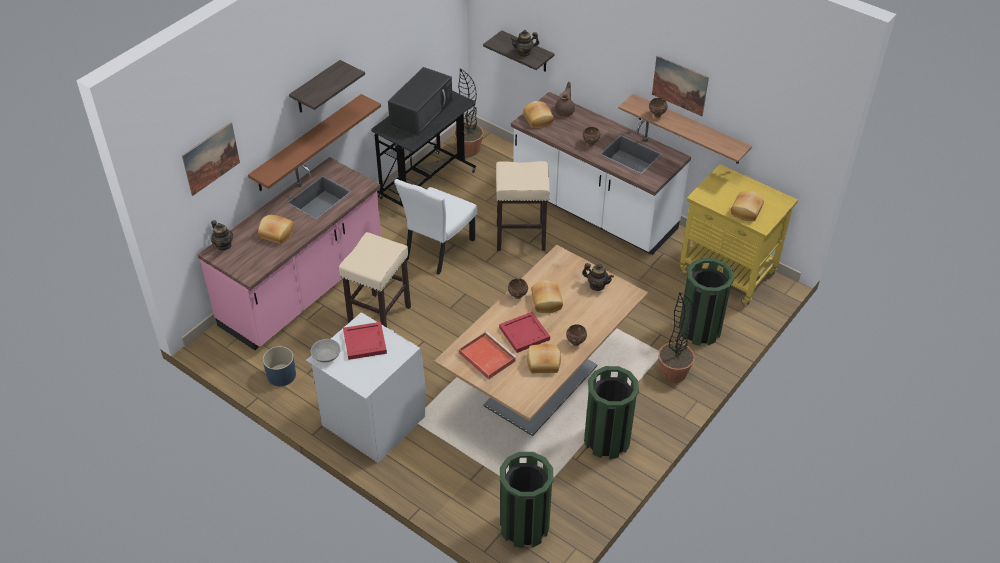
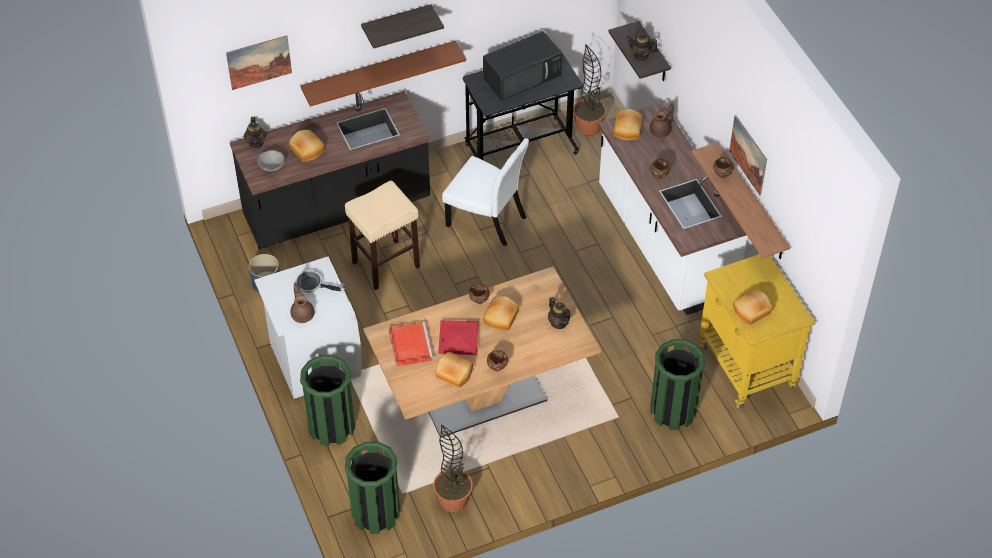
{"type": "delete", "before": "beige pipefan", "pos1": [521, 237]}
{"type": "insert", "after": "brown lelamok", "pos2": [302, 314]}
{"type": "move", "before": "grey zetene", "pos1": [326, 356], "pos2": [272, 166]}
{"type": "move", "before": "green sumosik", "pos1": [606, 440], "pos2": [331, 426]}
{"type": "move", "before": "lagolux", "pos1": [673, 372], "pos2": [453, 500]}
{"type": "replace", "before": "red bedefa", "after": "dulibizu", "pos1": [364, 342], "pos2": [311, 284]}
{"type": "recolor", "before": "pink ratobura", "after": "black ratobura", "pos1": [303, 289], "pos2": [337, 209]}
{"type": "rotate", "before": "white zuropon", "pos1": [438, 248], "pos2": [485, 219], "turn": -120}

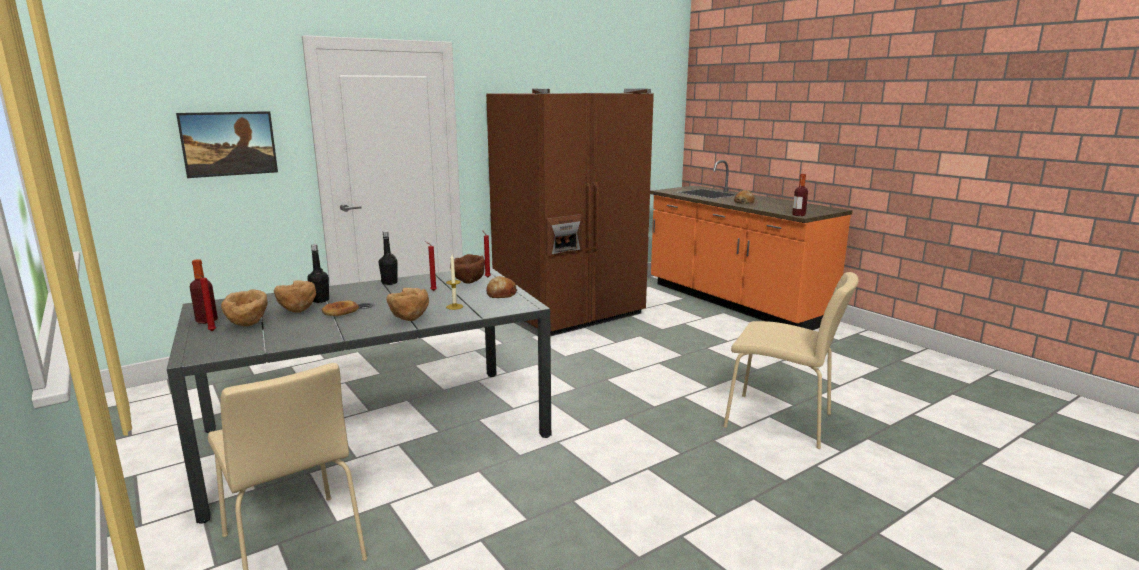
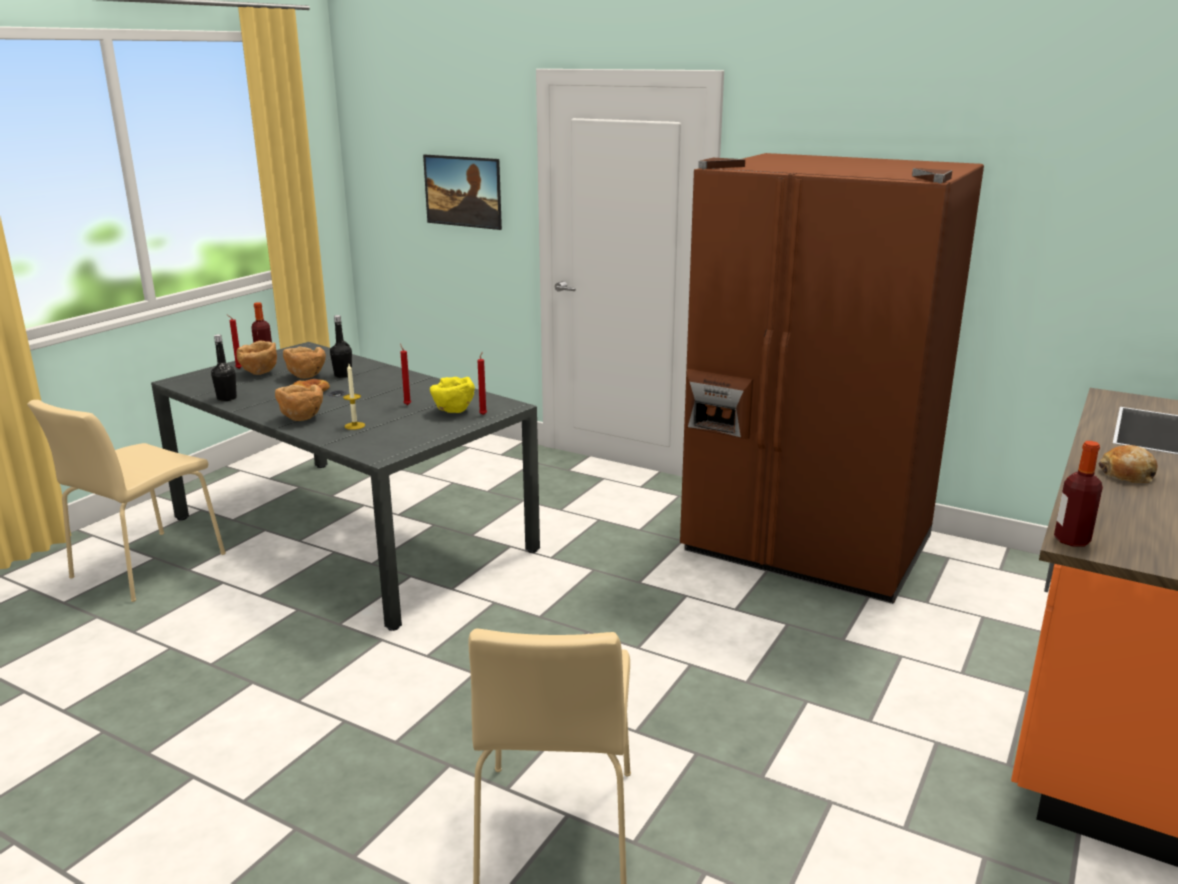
{"type": "delete", "before": "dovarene", "pos1": [501, 294]}
{"type": "move", "before": "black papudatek", "pos1": [389, 283], "pos2": [227, 398]}
{"type": "recolor", "before": "brown zetene", "after": "yellow zetene", "pos1": [469, 282], "pos2": [453, 411]}

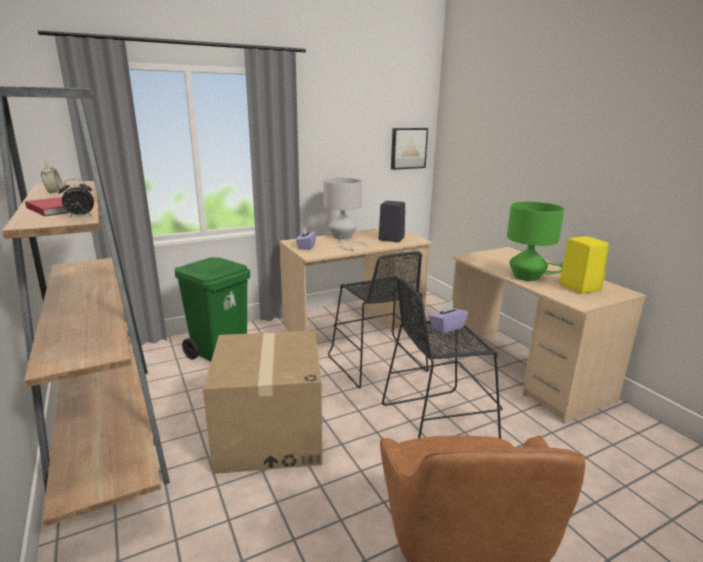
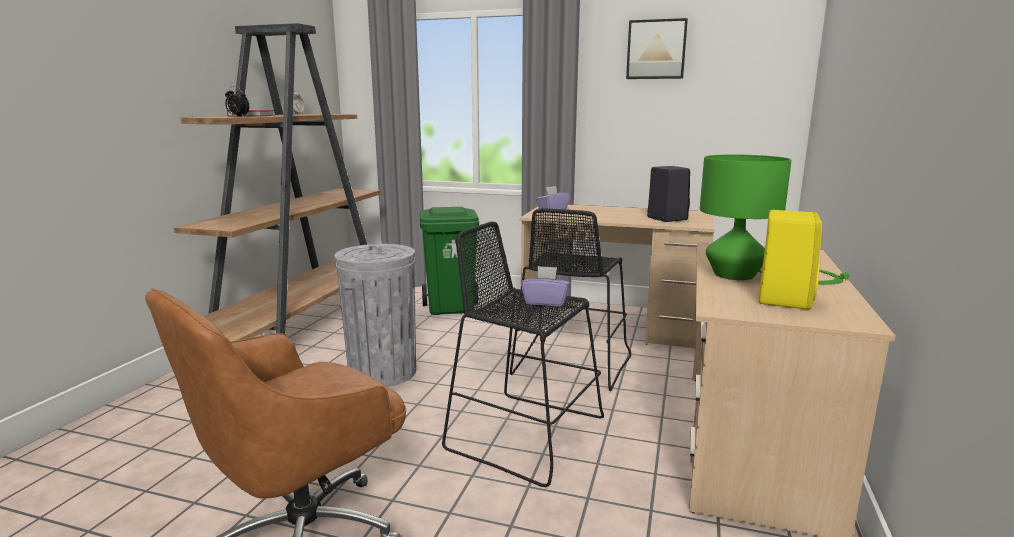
{"type": "delete", "before": "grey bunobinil", "pos1": [346, 240]}
{"type": "move", "before": "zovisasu", "pos1": [408, 148], "pos2": [656, 49]}
{"type": "replace", "before": "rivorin", "after": "grey sumosik", "pos1": [269, 433], "pos2": [382, 372]}

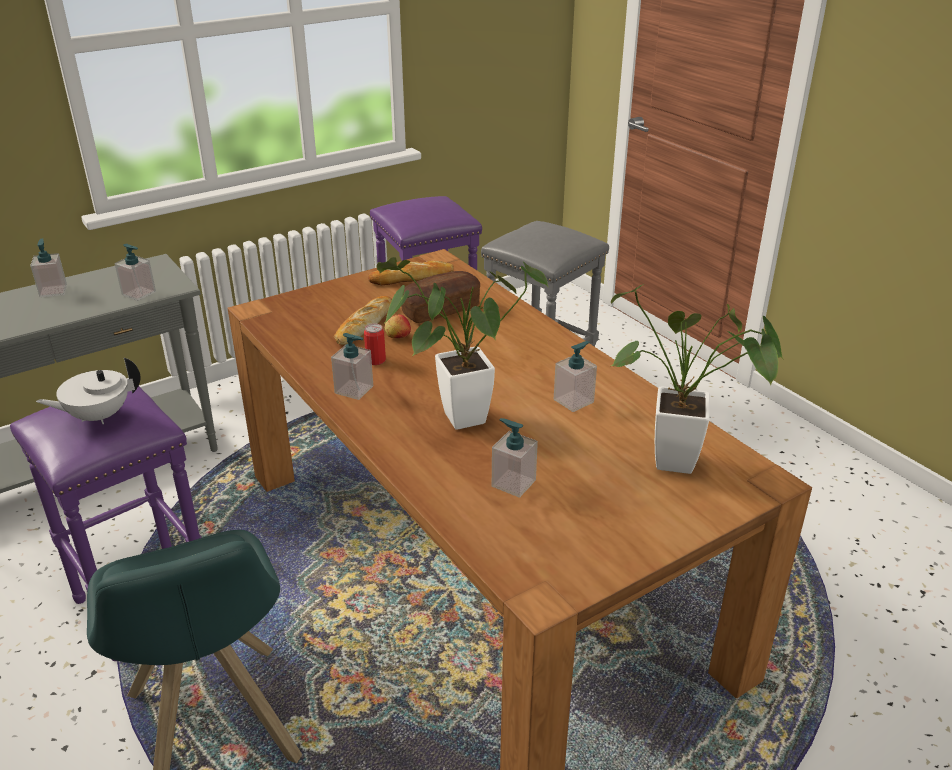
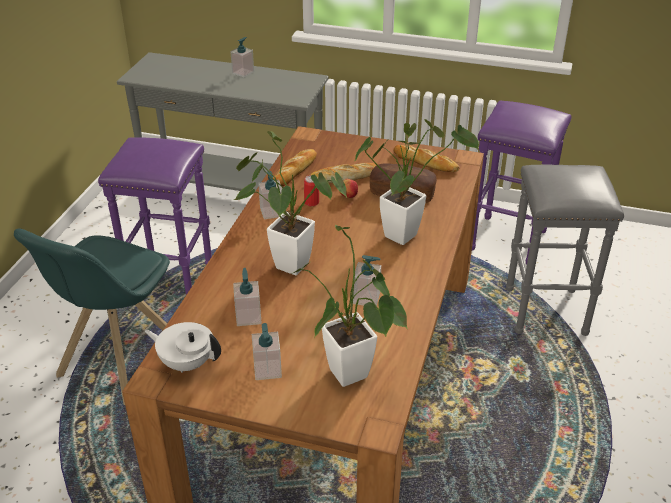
{"type": "insert", "after": "dovarene", "pos2": [295, 171]}
{"type": "insert", "after": "lagolux", "pos2": [405, 233]}
{"type": "move", "before": "white lelamok", "pos1": [98, 416], "pos2": [187, 362]}
{"type": "move", "before": "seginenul", "pos1": [139, 293], "pos2": [267, 370]}

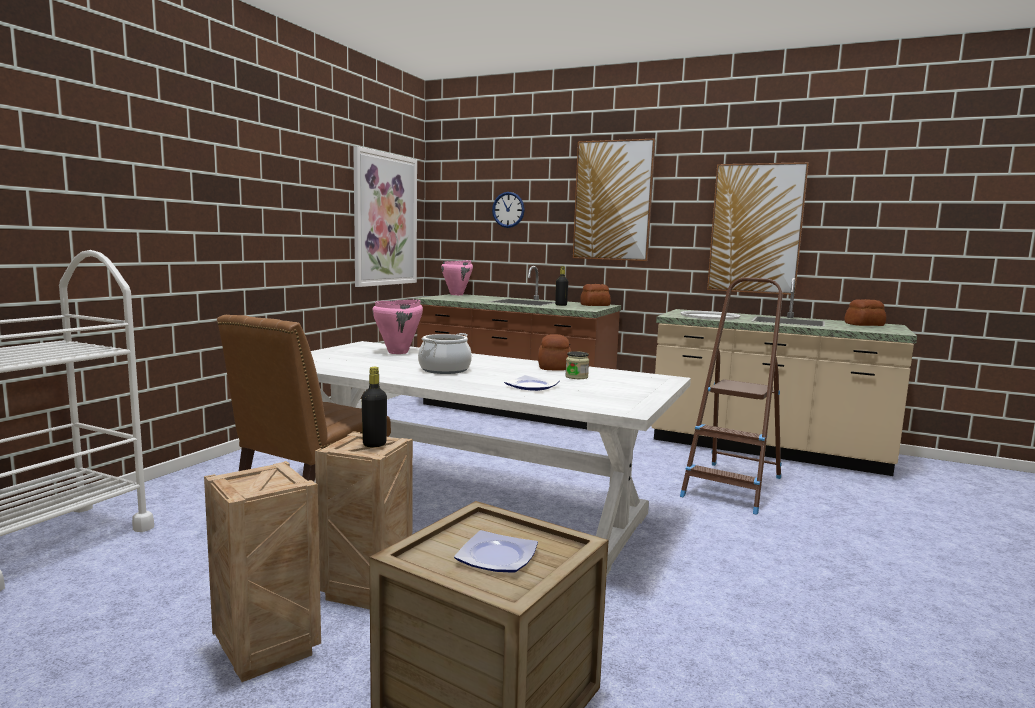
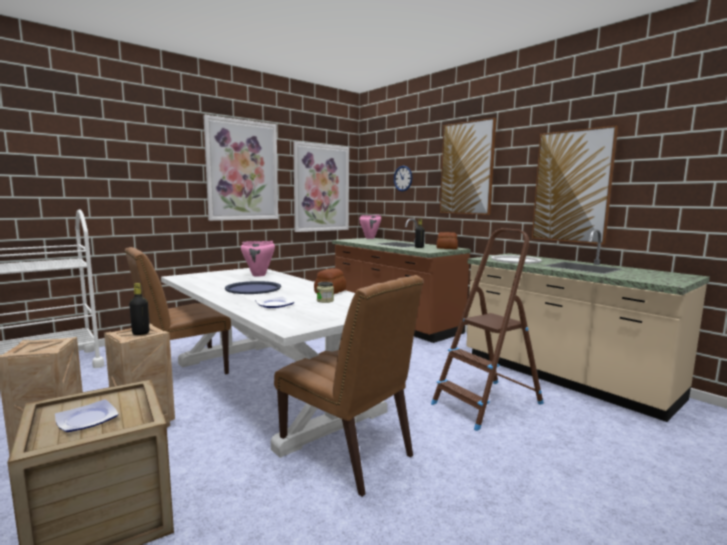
{"type": "delete", "before": "dovarene", "pos1": [865, 325]}
{"type": "insert", "after": "zovisasu", "pos2": [242, 170]}
{"type": "insert", "after": "brown zuropon", "pos2": [345, 453]}
{"type": "replace", "before": "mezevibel", "after": "blue bedefa", "pos1": [445, 370], "pos2": [253, 288]}

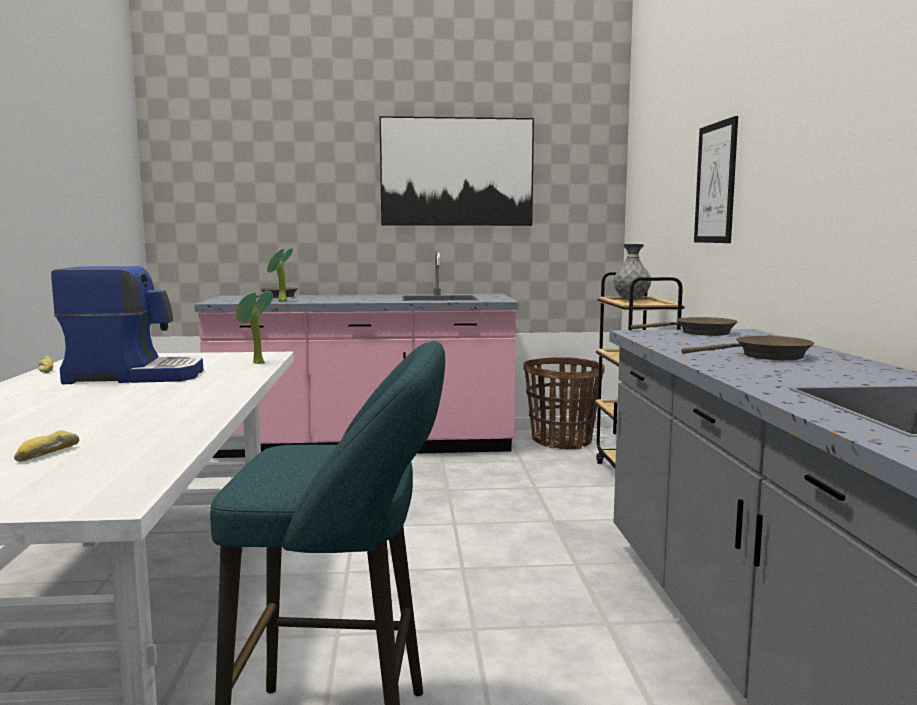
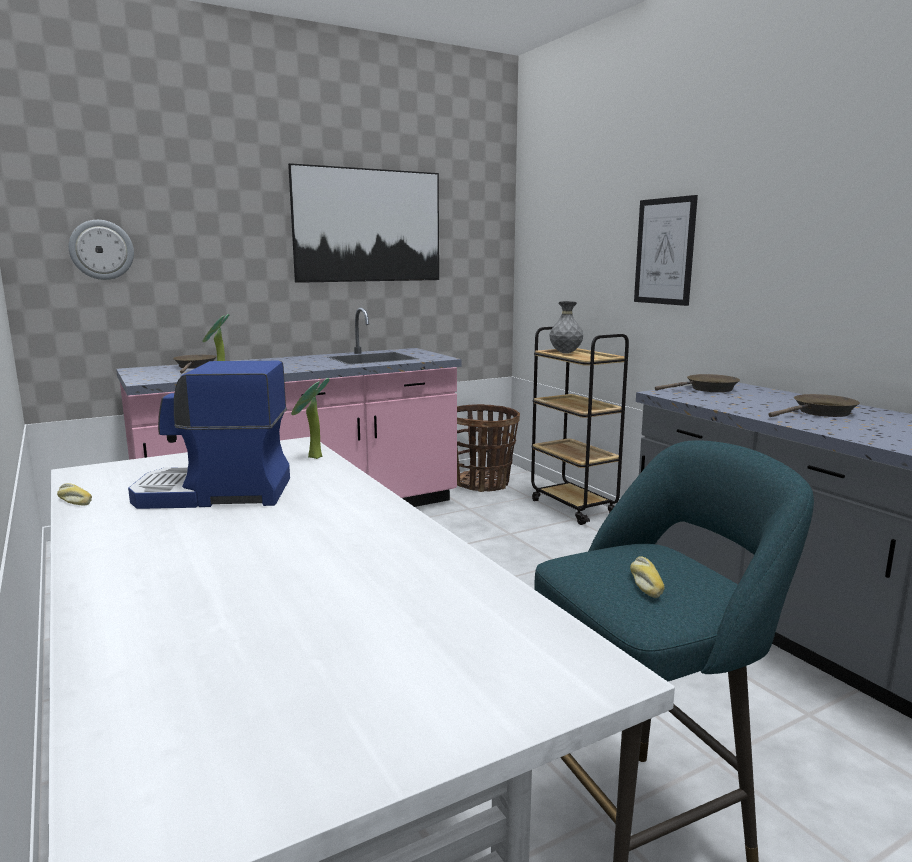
{"type": "insert", "after": "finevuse", "pos2": [101, 250]}
{"type": "move", "before": "dovarene", "pos1": [47, 453], "pos2": [644, 583]}
{"type": "rotate", "before": "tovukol", "pos1": [135, 376], "pos2": [214, 494], "turn": -150}

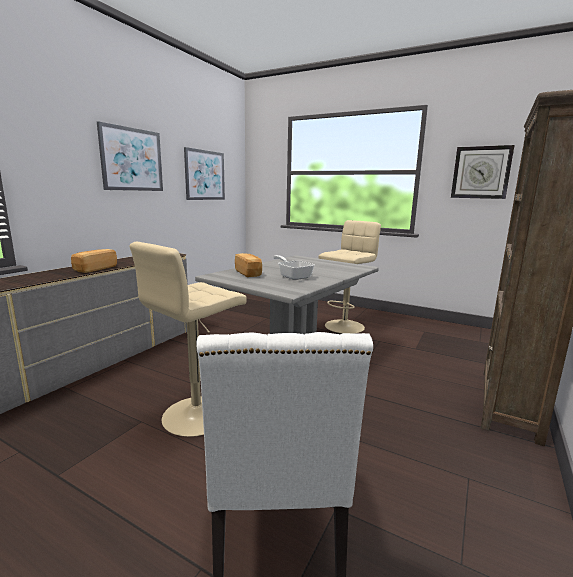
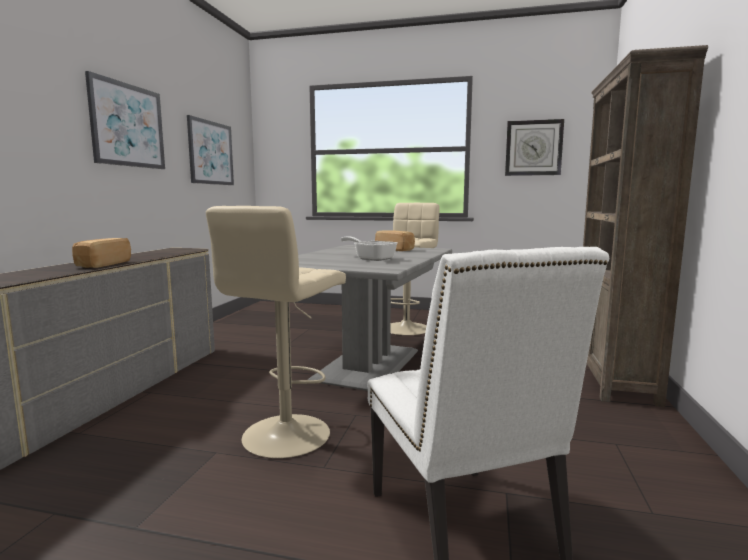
{"type": "move", "before": "dovarene", "pos1": [248, 273], "pos2": [395, 249]}

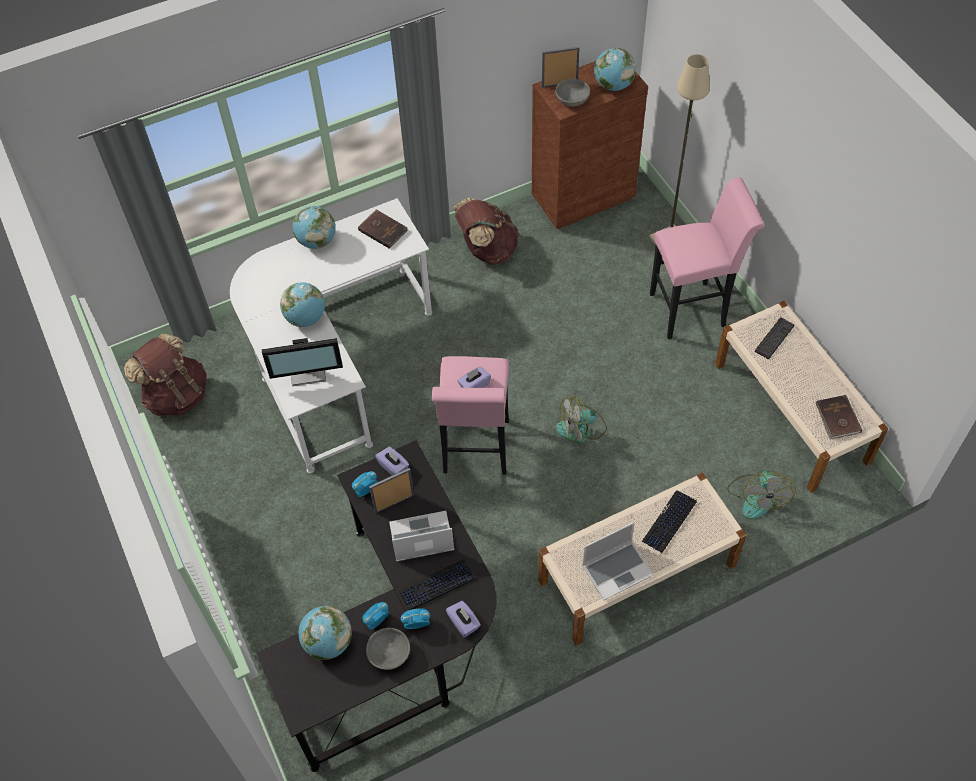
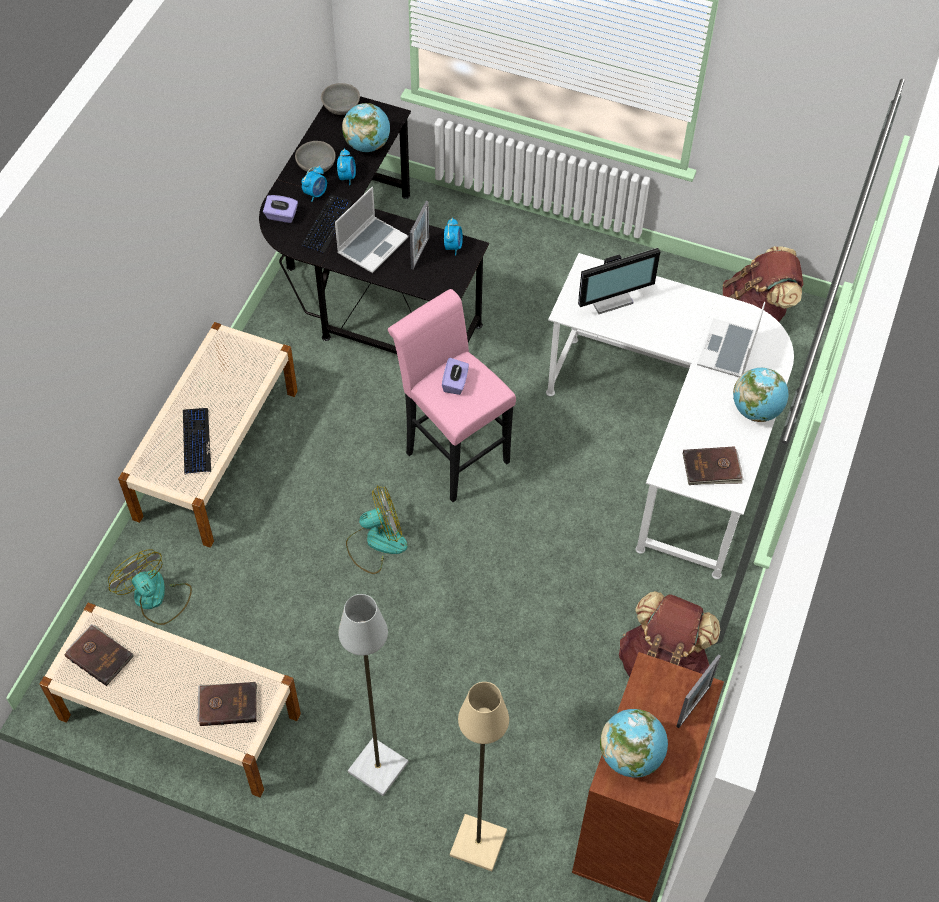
{"type": "delete", "before": "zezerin", "pos1": [306, 318]}
{"type": "delete", "before": "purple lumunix", "pos1": [393, 467]}
{"type": "move", "before": "grey zetene", "pos1": [572, 100], "pos2": [341, 108]}
{"type": "move", "before": "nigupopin", "pos1": [617, 570], "pos2": [728, 351]}
{"type": "replace", "before": "pink pipefan", "after": "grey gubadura", "pos1": [693, 309], "pos2": [377, 768]}
{"type": "replace", "before": "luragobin", "after": "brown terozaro", "pos1": [774, 338], "pos2": [227, 704]}
{"type": "rotate", "before": "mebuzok", "pos1": [308, 371], "pos2": [609, 296], "turn": -150}
{"type": "rotate", "before": "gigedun", "pos1": [581, 429], "pos2": [376, 543], "turn": 45}

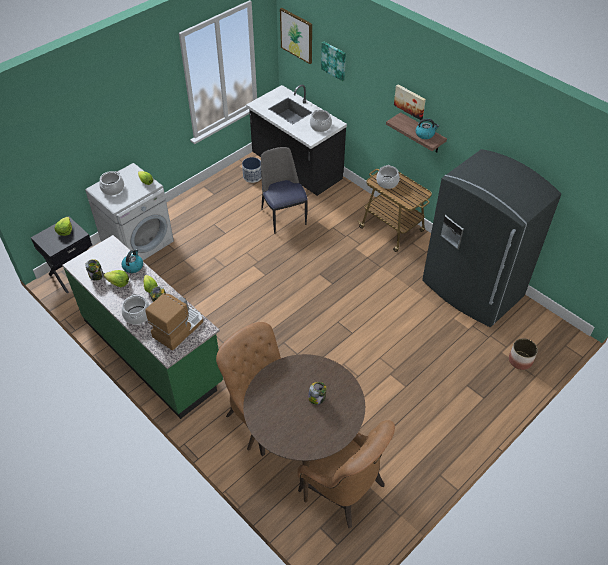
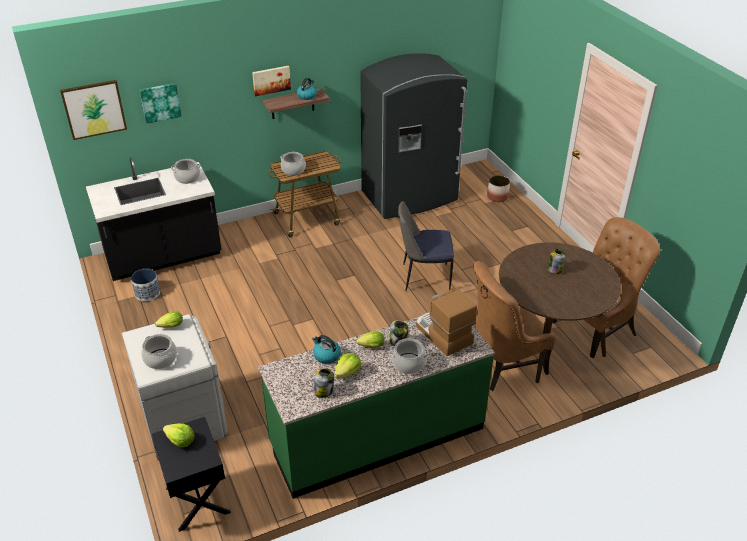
{"type": "move", "before": "zuropon", "pos1": [283, 216], "pos2": [424, 277]}

